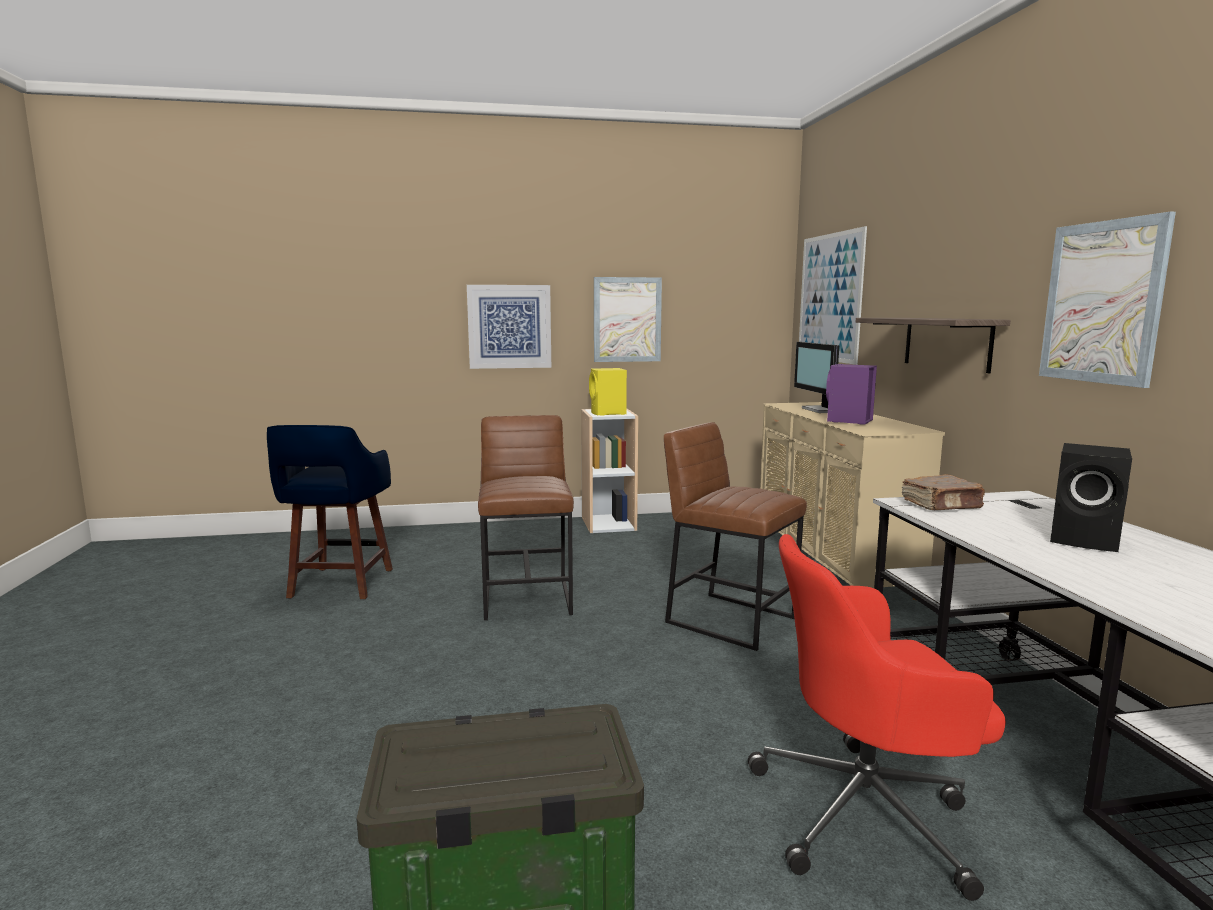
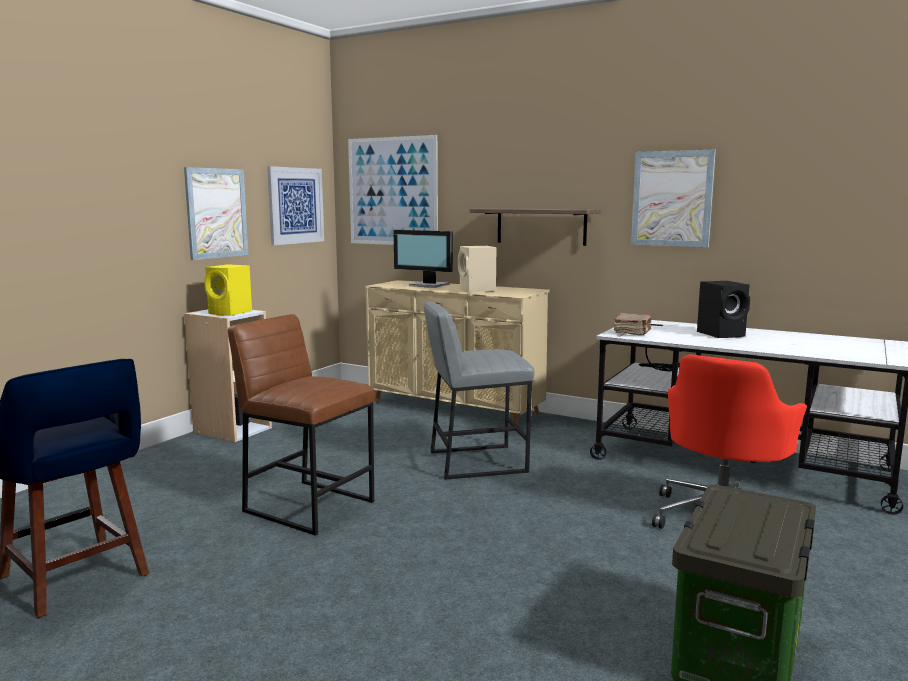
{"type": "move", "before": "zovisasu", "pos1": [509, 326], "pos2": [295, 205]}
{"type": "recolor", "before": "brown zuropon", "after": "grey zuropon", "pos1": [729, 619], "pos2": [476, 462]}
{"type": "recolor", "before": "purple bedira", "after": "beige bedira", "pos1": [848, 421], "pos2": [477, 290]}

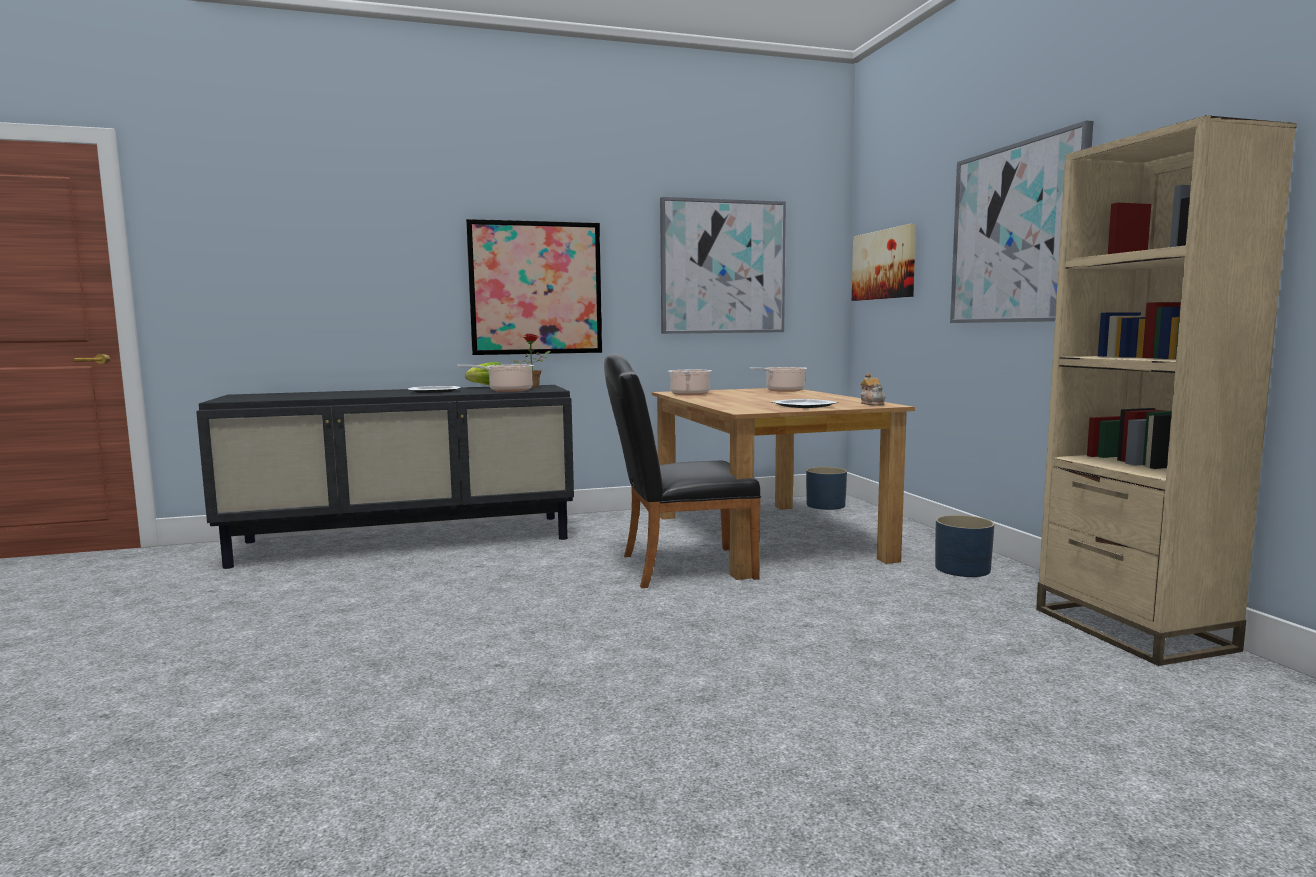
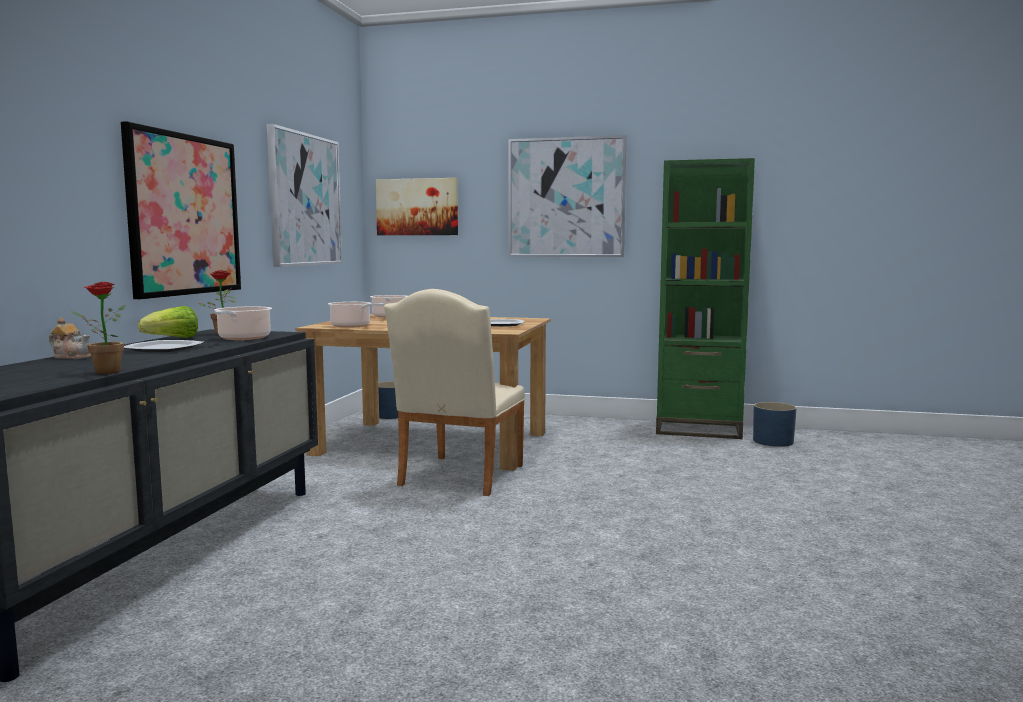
{"type": "insert", "after": "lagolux", "pos2": [102, 372]}
{"type": "move", "before": "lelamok", "pos1": [872, 404], "pos2": [72, 357]}
{"type": "move", "before": "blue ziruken", "pos1": [962, 569], "pos2": [772, 441]}
{"type": "recolor", "before": "black zuropon", "after": "beige zuropon", "pos1": [677, 567], "pos2": [458, 478]}
{"type": "recolor", "before": "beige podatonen", "after": "green podatonen", "pos1": [1131, 629], "pos2": [698, 429]}

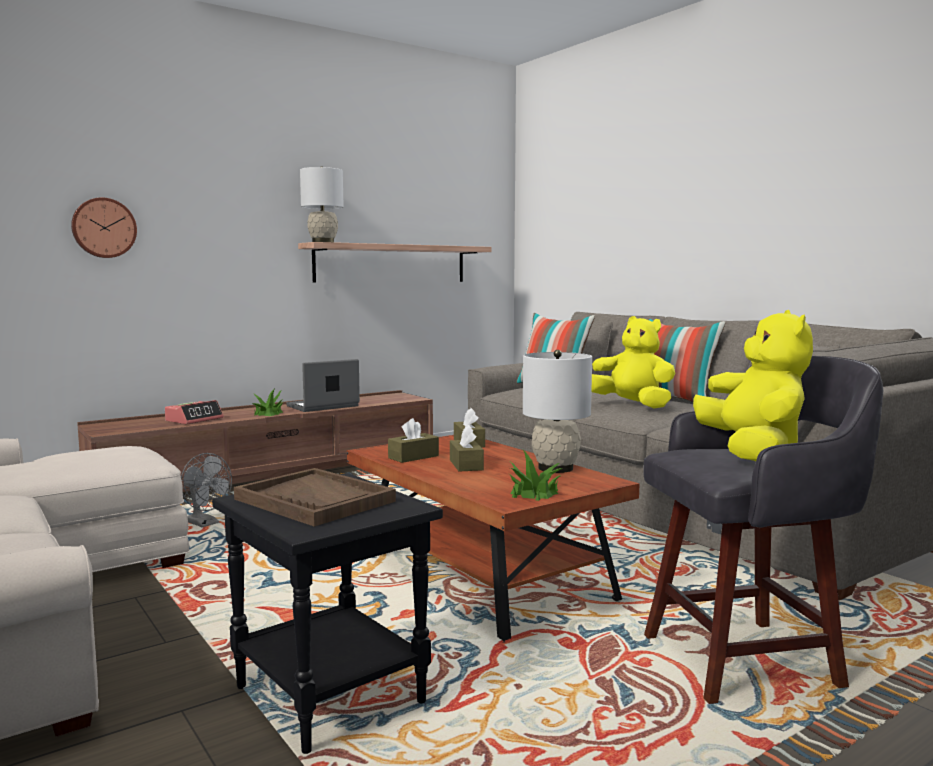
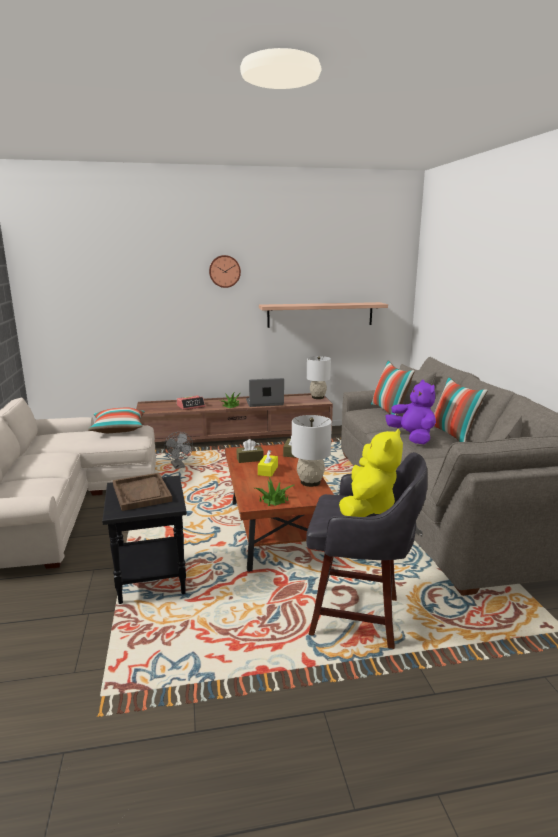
{"type": "insert", "after": "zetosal", "pos2": [118, 429]}
{"type": "move", "before": "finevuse", "pos1": [104, 228], "pos2": [224, 271]}
{"type": "move", "before": "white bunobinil", "pos1": [323, 242], "pos2": [317, 397]}
{"type": "recolor", "before": "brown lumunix", "after": "yellow lumunix", "pos1": [466, 465], "pos2": [268, 470]}
{"type": "recolor", "before": "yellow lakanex", "after": "purple lakanex", "pos1": [632, 405], "pos2": [412, 437]}

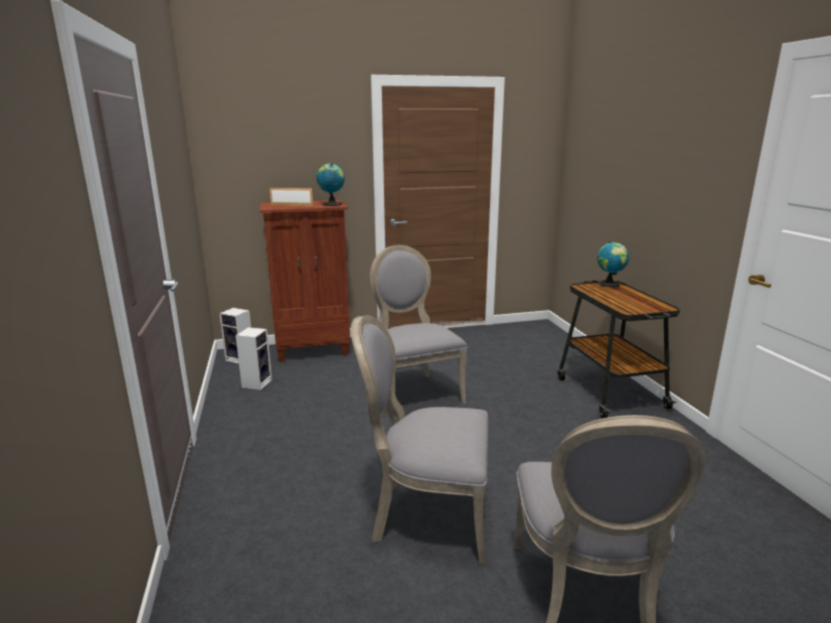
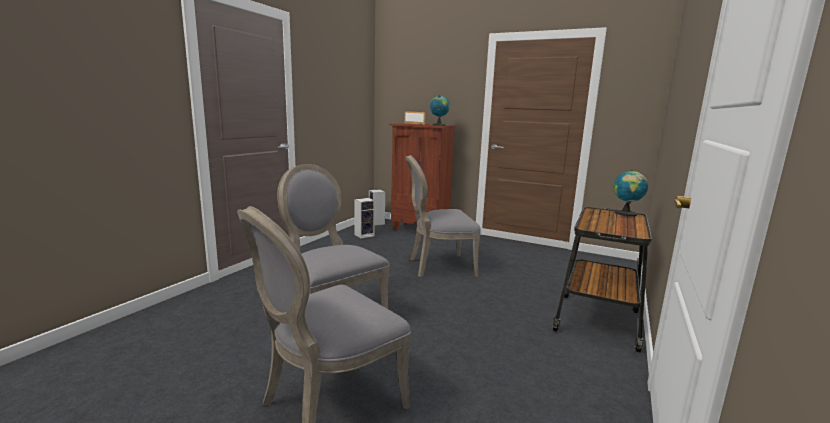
{"type": "rotate", "before": "grey zuropon", "pos1": [413, 392], "pos2": [438, 266], "turn": -120}

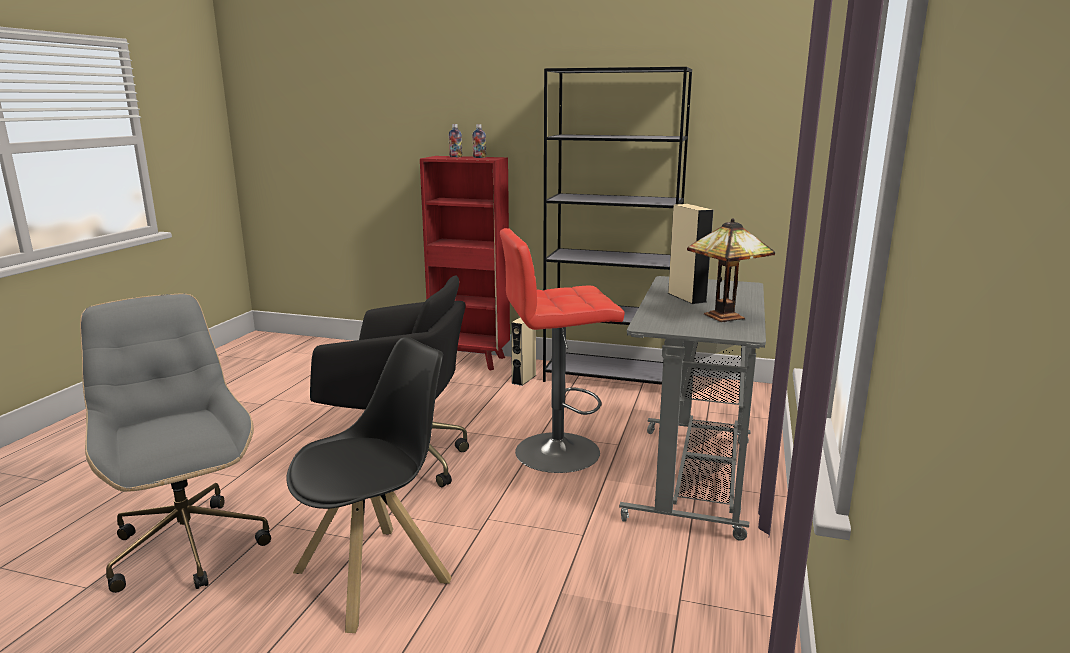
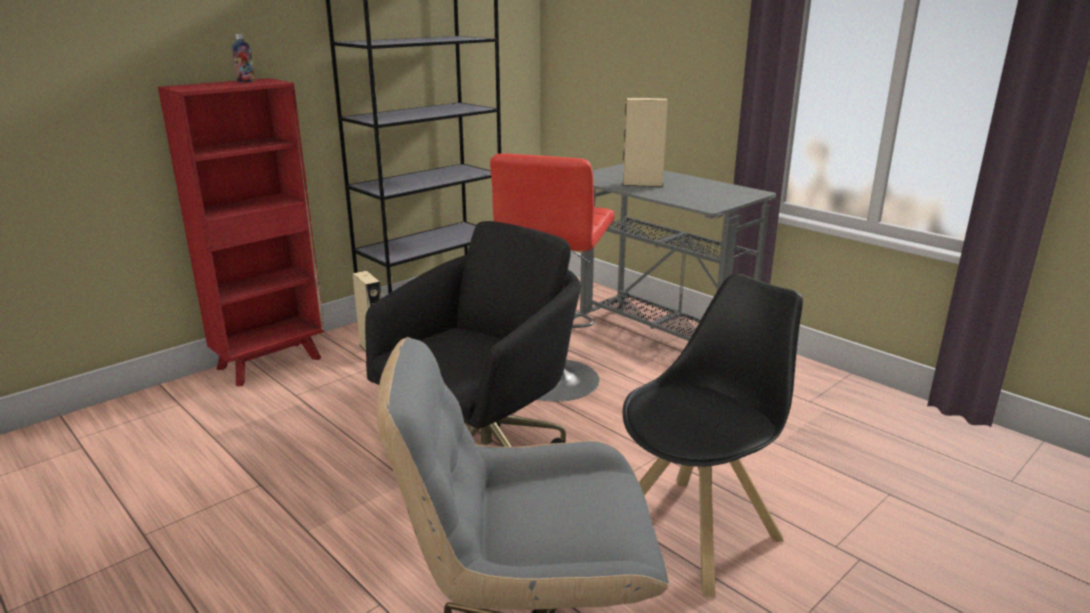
{"type": "delete", "before": "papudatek", "pos1": [455, 157]}
{"type": "delete", "before": "bunobinil", "pos1": [727, 317]}
{"type": "rotate", "before": "black zuropon", "pos1": [376, 574], "pos2": [697, 531], "turn": 60}

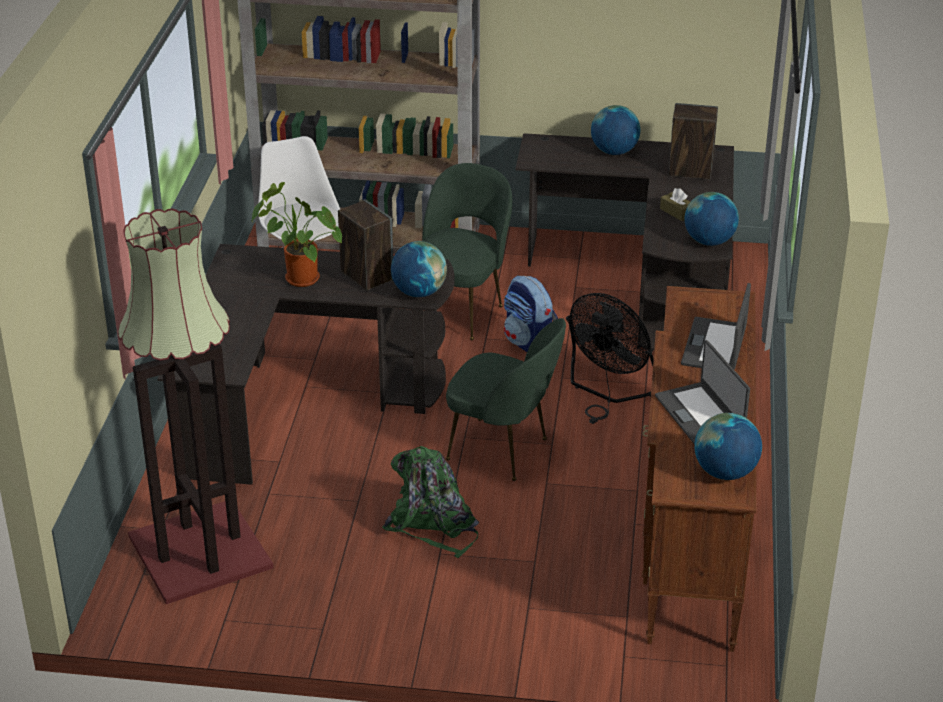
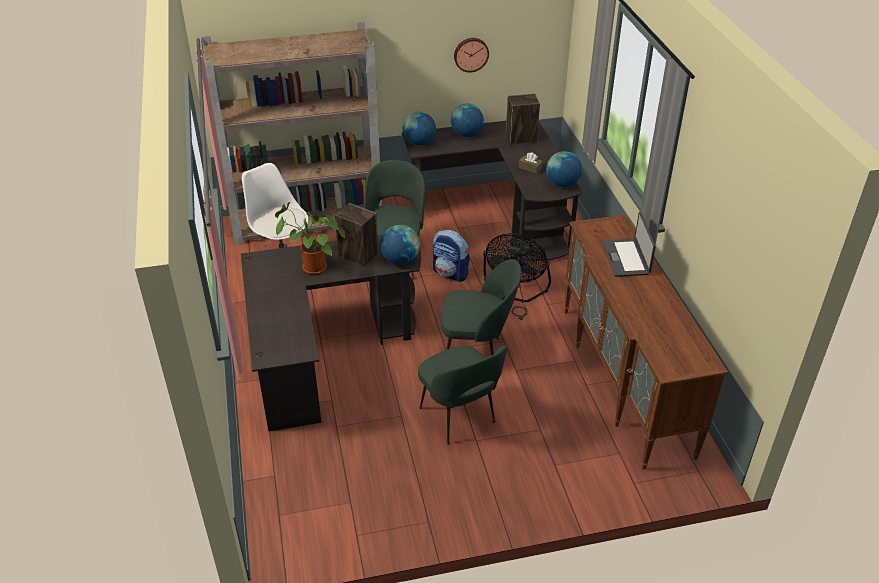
{"type": "delete", "before": "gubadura", "pos1": [202, 552]}
{"type": "delete", "before": "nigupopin", "pos1": [700, 414]}
{"type": "insert", "after": "finevuse", "pos2": [471, 54]}
{"type": "move", "before": "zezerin", "pos1": [725, 472], "pos2": [419, 143]}
{"type": "replace", "before": "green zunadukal", "after": "green zuropon", "pos1": [433, 524], "pos2": [460, 419]}

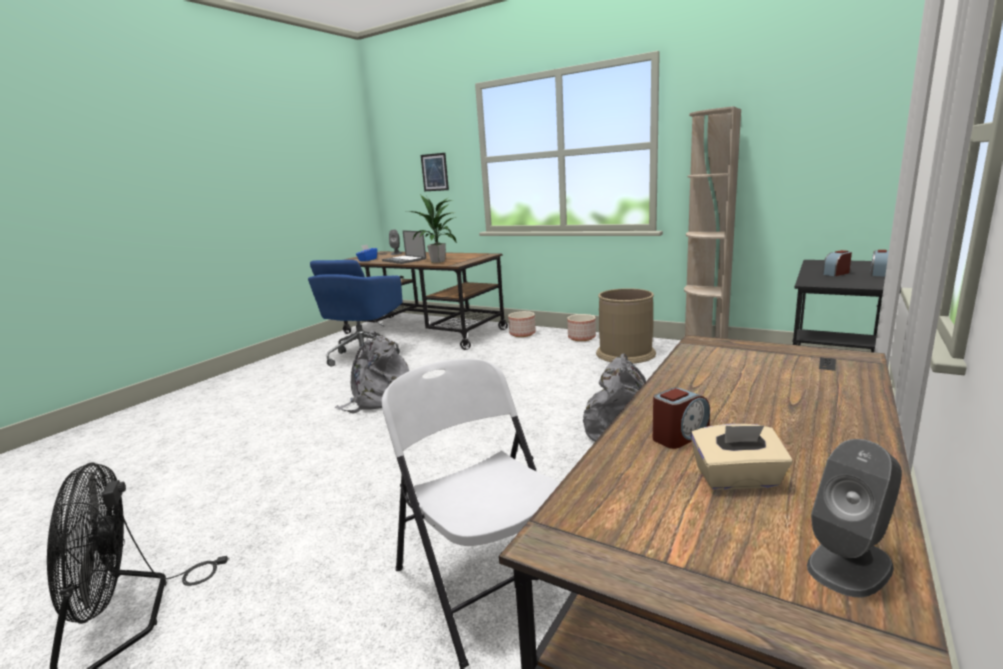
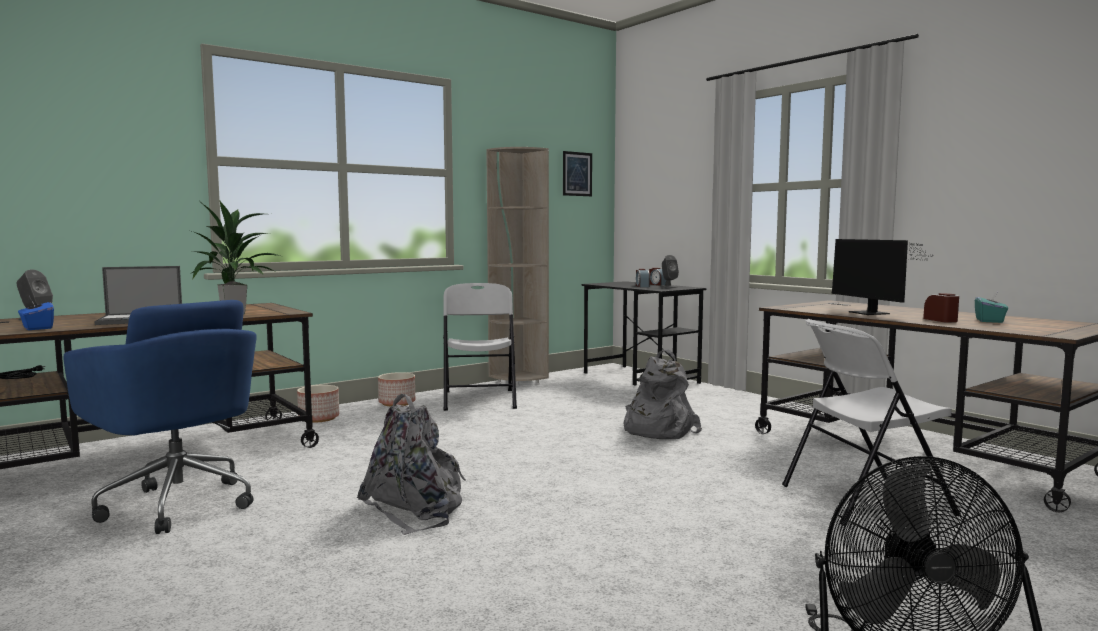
{"type": "insert", "after": "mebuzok", "pos2": [871, 313]}
{"type": "move", "before": "zovisasu", "pos1": [434, 172], "pos2": [577, 174]}
{"type": "move", "before": "grey bedira", "pos1": [850, 565], "pos2": [668, 287]}
{"type": "replace", "before": "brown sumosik", "after": "white zuropon", "pos1": [625, 353], "pos2": [480, 400]}
{"type": "recolor", "before": "beige lumunix", "after": "turquoise lumunix", "pos1": [737, 479], "pos2": [990, 321]}

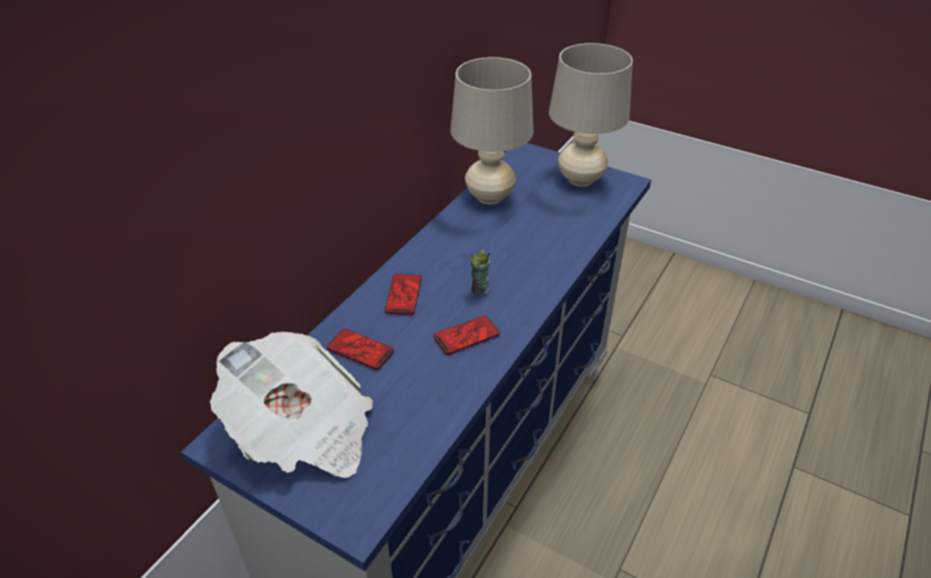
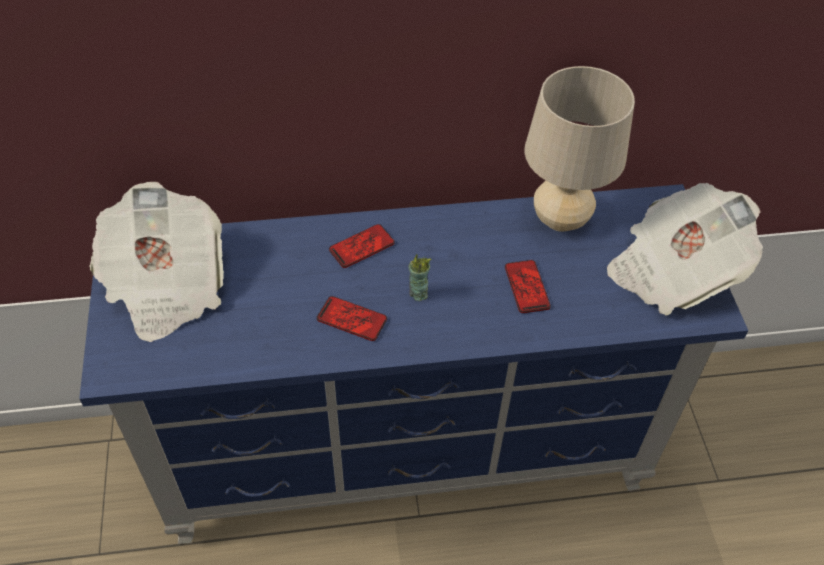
{"type": "move", "before": "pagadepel", "pos1": [360, 350], "pos2": [527, 287]}
{"type": "replace", "before": "beige bunobinil", "after": "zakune", "pos1": [580, 179], "pos2": [673, 271]}

